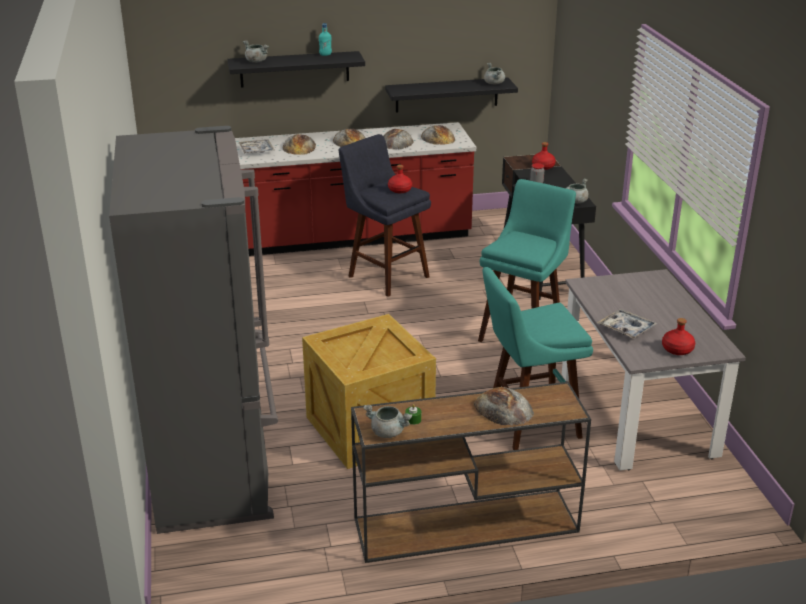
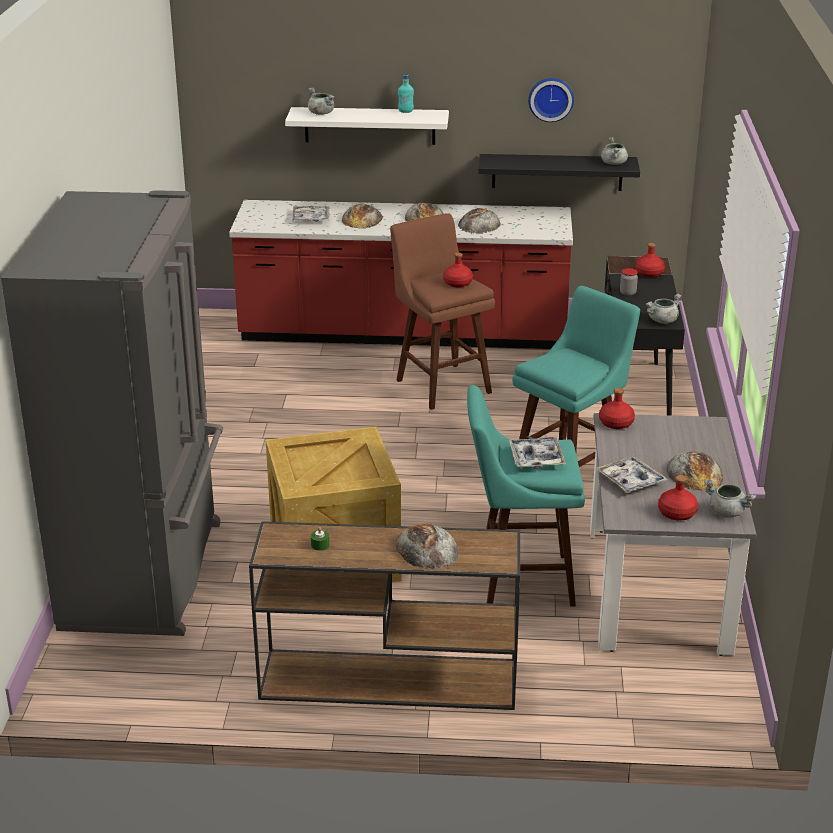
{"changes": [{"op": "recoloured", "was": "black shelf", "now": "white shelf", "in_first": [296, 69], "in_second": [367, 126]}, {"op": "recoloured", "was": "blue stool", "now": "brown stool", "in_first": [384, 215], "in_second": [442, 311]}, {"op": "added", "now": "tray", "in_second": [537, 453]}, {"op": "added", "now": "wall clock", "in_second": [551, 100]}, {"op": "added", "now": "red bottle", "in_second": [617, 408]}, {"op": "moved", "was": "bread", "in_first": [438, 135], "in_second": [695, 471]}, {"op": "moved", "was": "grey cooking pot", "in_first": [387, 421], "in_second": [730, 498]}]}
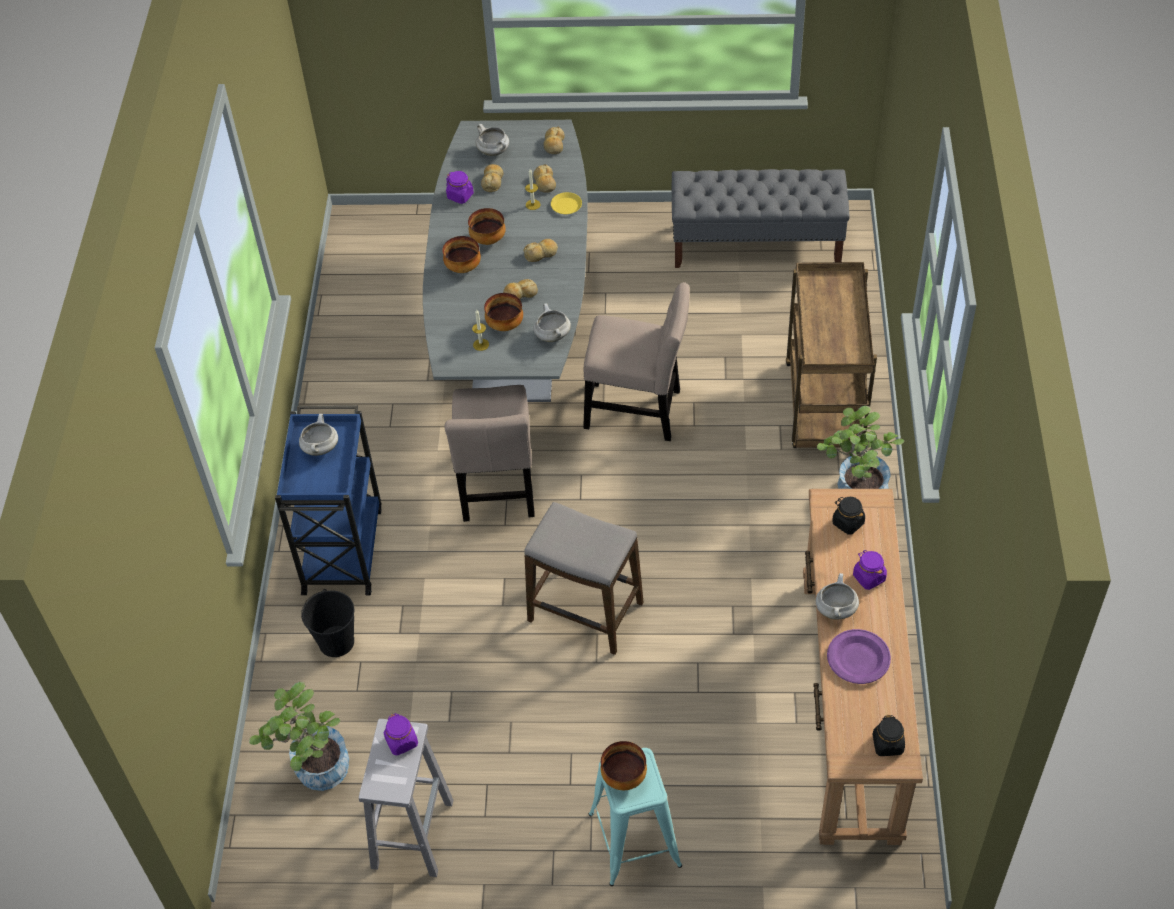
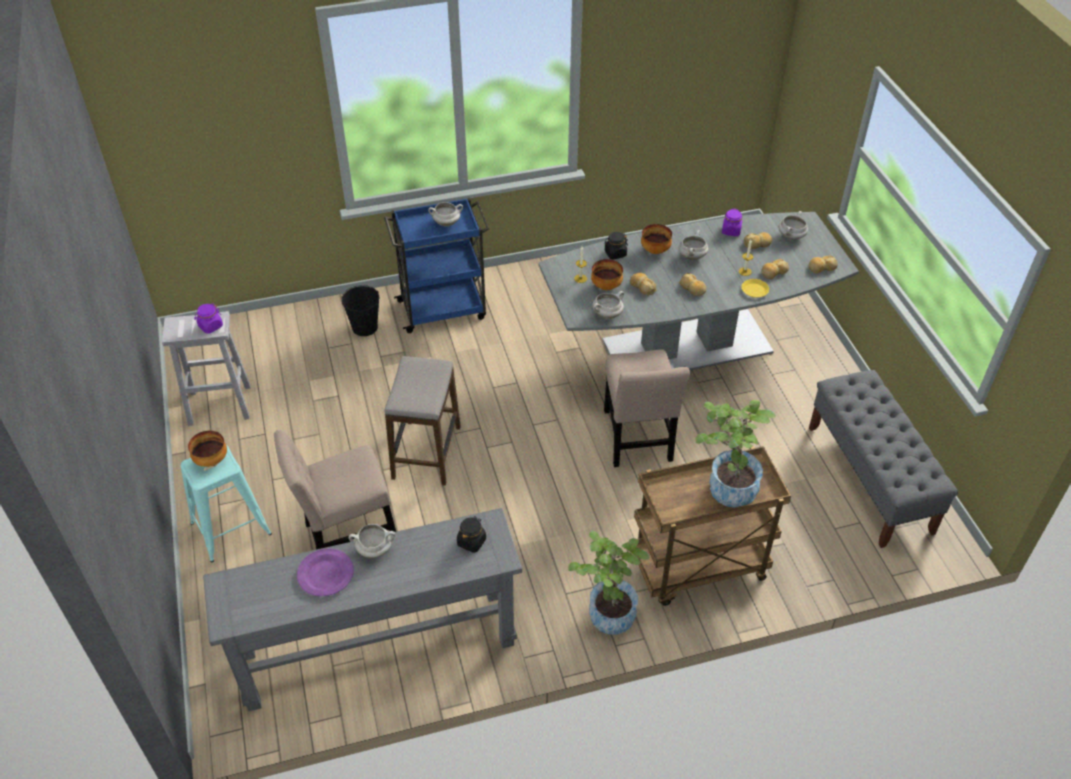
{"changes": [{"op": "recoloured", "was": "brown console table", "now": "grey console table", "in_first": [863, 667], "in_second": [362, 609]}, {"op": "moved", "was": "beige chair", "in_first": [490, 453], "in_second": [335, 490]}, {"op": "moved", "was": "black jar", "in_first": [888, 735], "in_second": [616, 246]}, {"op": "replaced", "was": "bowl", "now": "white cooking pot", "in_first": [487, 226], "in_second": [693, 245]}, {"op": "moved", "was": "potted plant", "in_first": [299, 736], "in_second": [736, 454]}, {"op": "removed", "was": "purple jar", "in_first": [870, 570]}]}
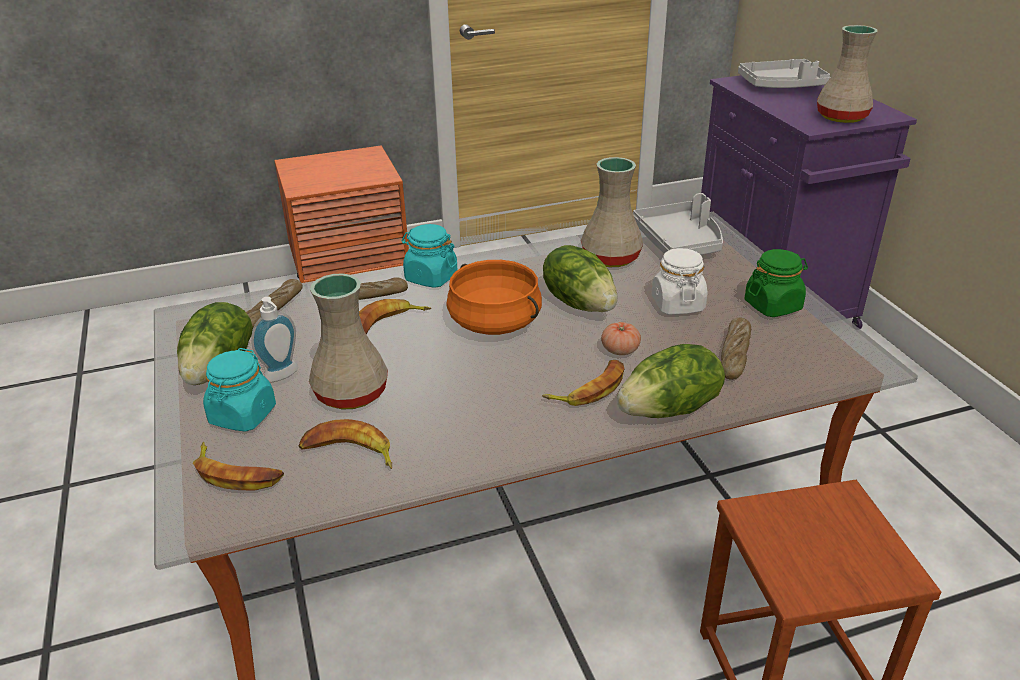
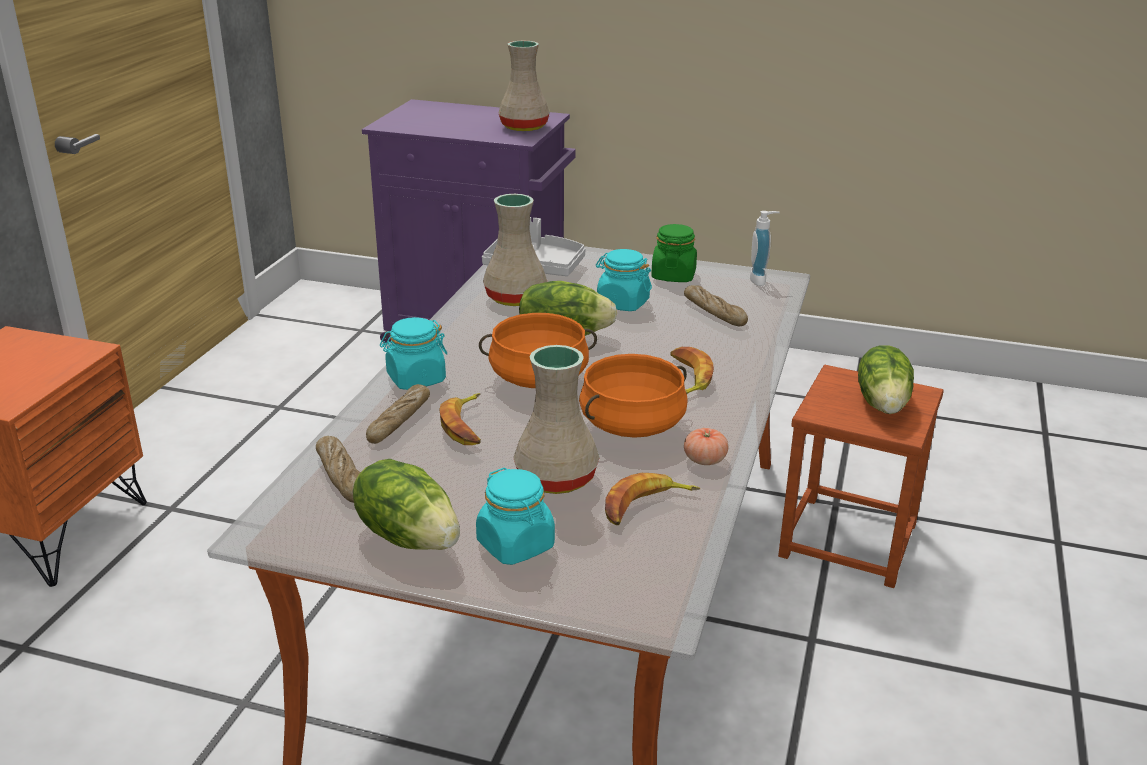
{"changes": [{"op": "added", "now": "orange cooking pot", "in_second": [633, 396]}, {"op": "recoloured", "was": "white jar", "now": "turquoise jar", "in_first": [679, 281], "in_second": [624, 280]}, {"op": "moved", "was": "tomato", "in_first": [621, 338], "in_second": [706, 446]}, {"op": "moved", "was": "soap dispenser", "in_first": [274, 339], "in_second": [765, 248]}, {"op": "moved", "was": "lettuce", "in_first": [671, 381], "in_second": [886, 379]}, {"op": "removed", "was": "banana", "in_first": [238, 466]}, {"op": "removed", "was": "grey tray", "in_first": [784, 73]}]}
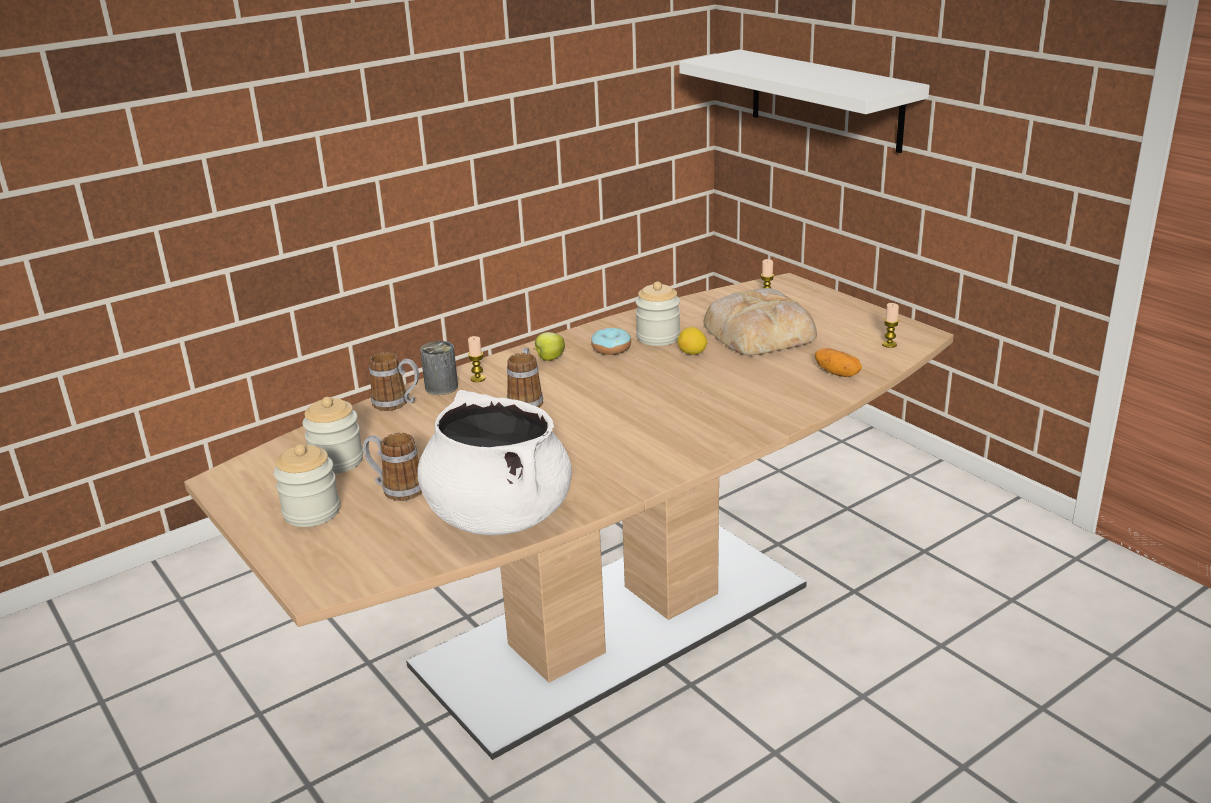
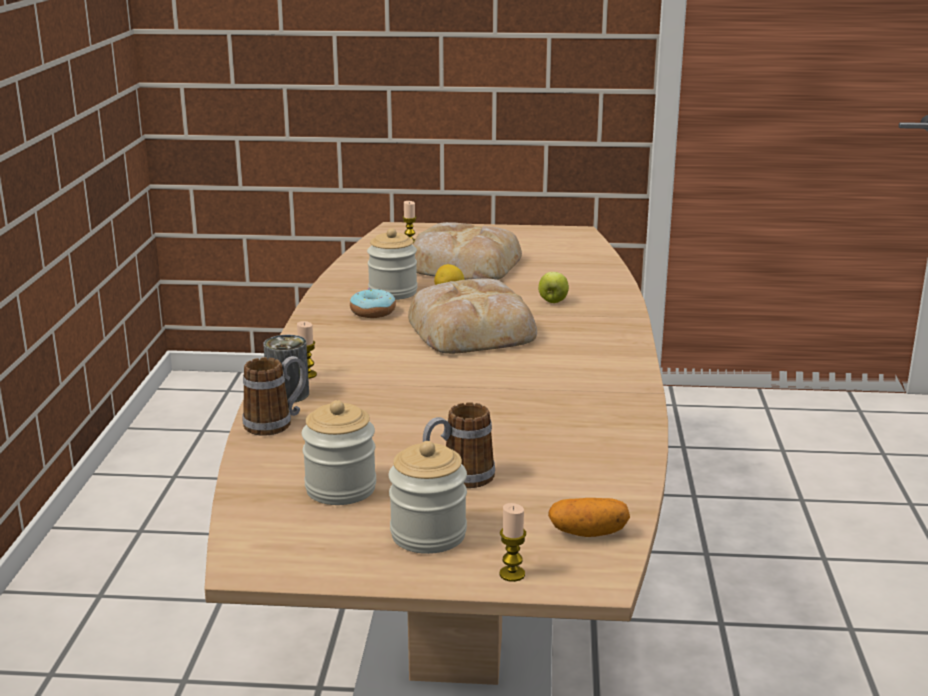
{"changes": [{"op": "added", "now": "bread", "in_second": [472, 316]}, {"op": "moved", "was": "candle", "in_first": [890, 325], "in_second": [513, 542]}, {"op": "moved", "was": "apple", "in_first": [549, 346], "in_second": [553, 287]}, {"op": "moved", "was": "potato", "in_first": [838, 362], "in_second": [589, 517]}, {"op": "removed", "was": "white cooking pot", "in_first": [494, 462]}, {"op": "removed", "was": "mug", "in_first": [525, 378]}, {"op": "removed", "was": "white shelf", "in_first": [804, 101]}]}
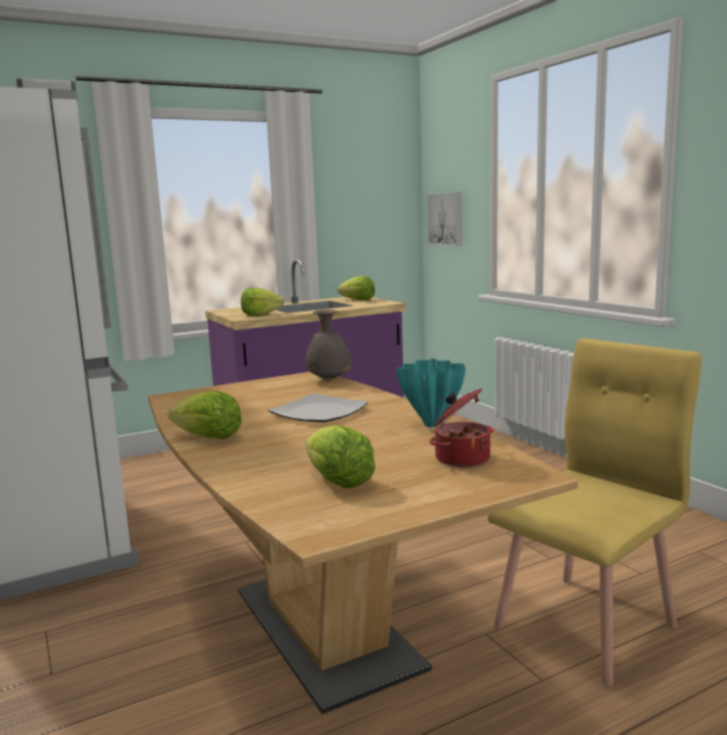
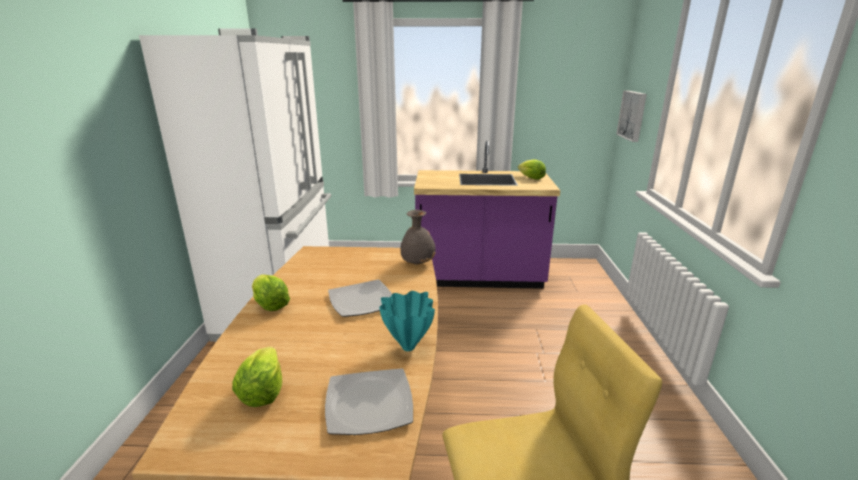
{"changes": [{"op": "replaced", "was": "cooking pot", "now": "plate", "in_first": [462, 427], "in_second": [369, 401]}, {"op": "removed", "was": "lettuce", "in_first": [262, 302]}]}
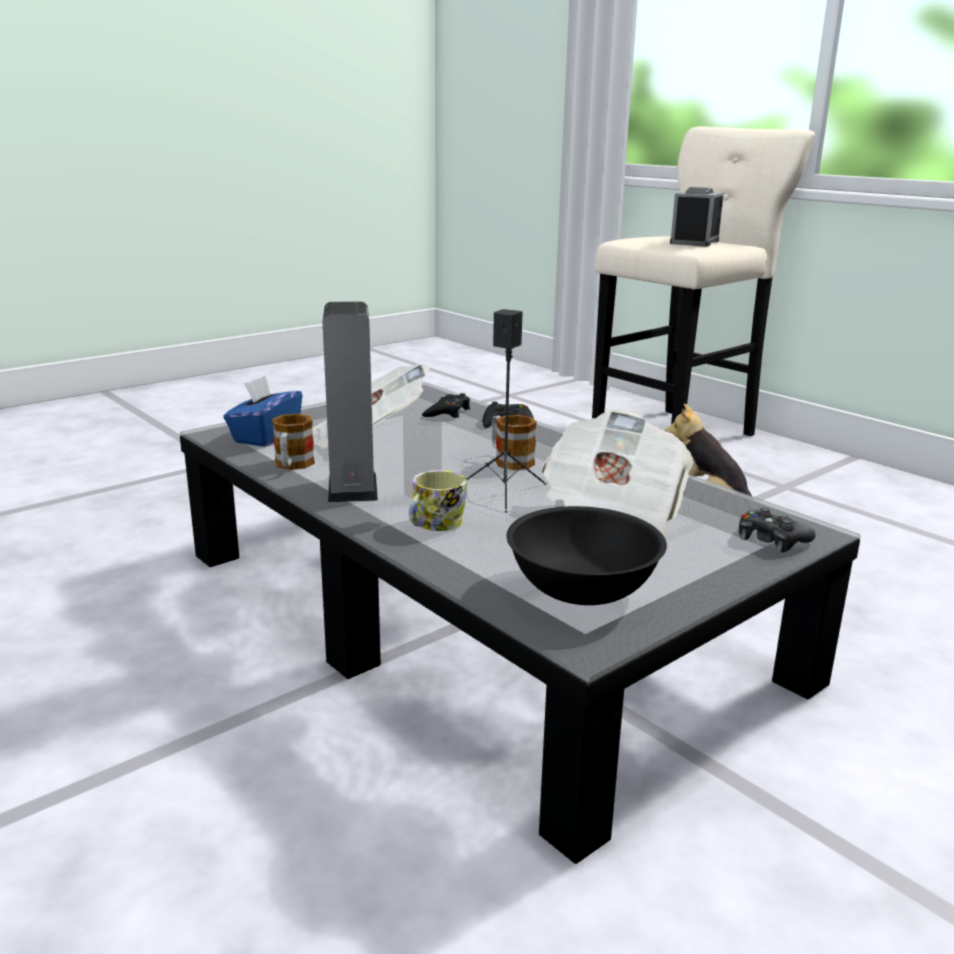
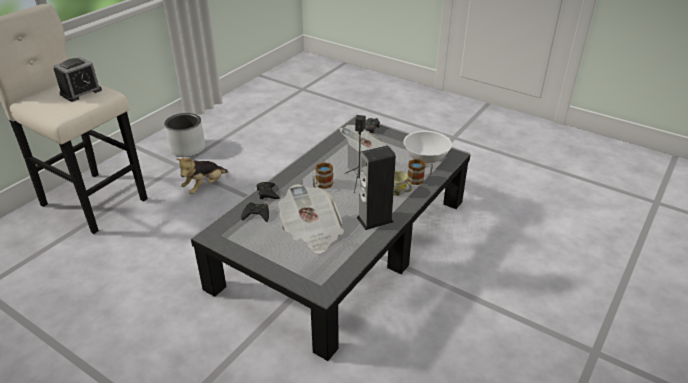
{"changes": [{"op": "turned", "was": "alarm clock", "in_first": [697, 217], "in_second": [77, 79], "clockwise": -60}, {"op": "added", "now": "grey planter", "in_second": [184, 135]}, {"op": "recoloured", "was": "black bowl", "now": "white bowl", "in_first": [586, 555], "in_second": [427, 147]}, {"op": "moved", "was": "mug", "in_first": [293, 442], "in_second": [420, 172]}, {"op": "removed", "was": "blue tissue box", "in_first": [262, 411]}]}
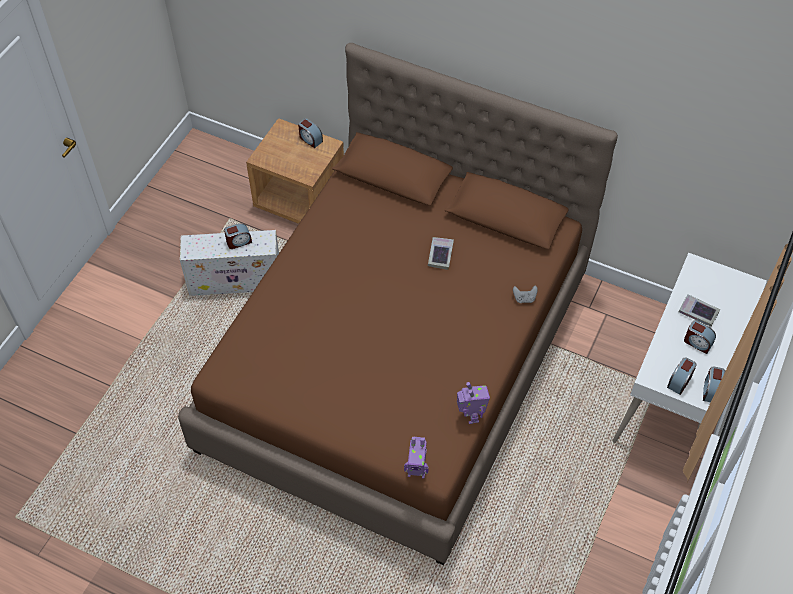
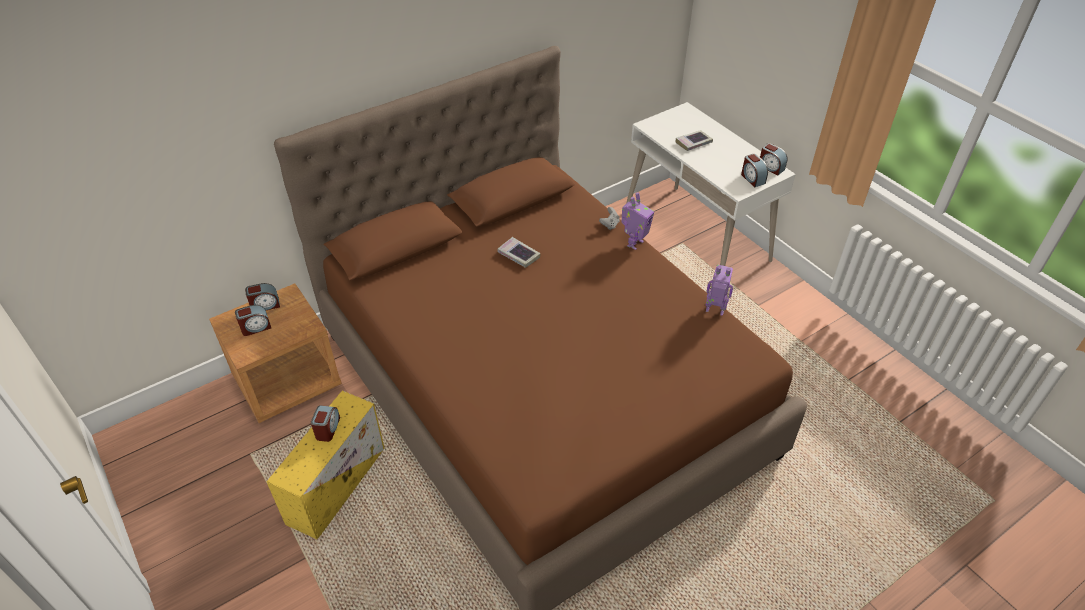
{"changes": [{"op": "moved", "was": "alarm clock", "in_first": [700, 337], "in_second": [253, 320]}, {"op": "recoloured", "was": "white storage box", "now": "yellow storage box", "in_first": [229, 263], "in_second": [325, 465]}, {"op": "moved", "was": "toy robot", "in_first": [416, 457], "in_second": [637, 221]}]}
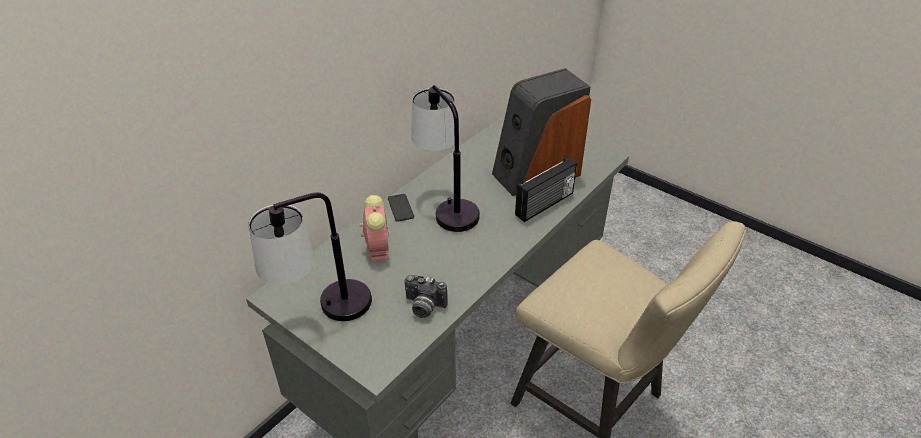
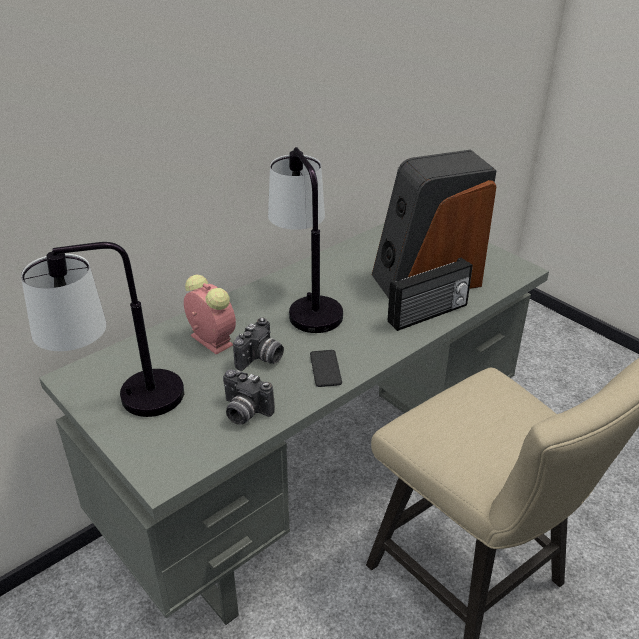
{"changes": [{"op": "turned", "was": "alarm clock", "in_first": [374, 228], "in_second": [210, 315], "clockwise": -45}, {"op": "added", "now": "photo camera", "in_second": [258, 344]}, {"op": "moved", "was": "phone", "in_first": [401, 208], "in_second": [326, 368]}]}
